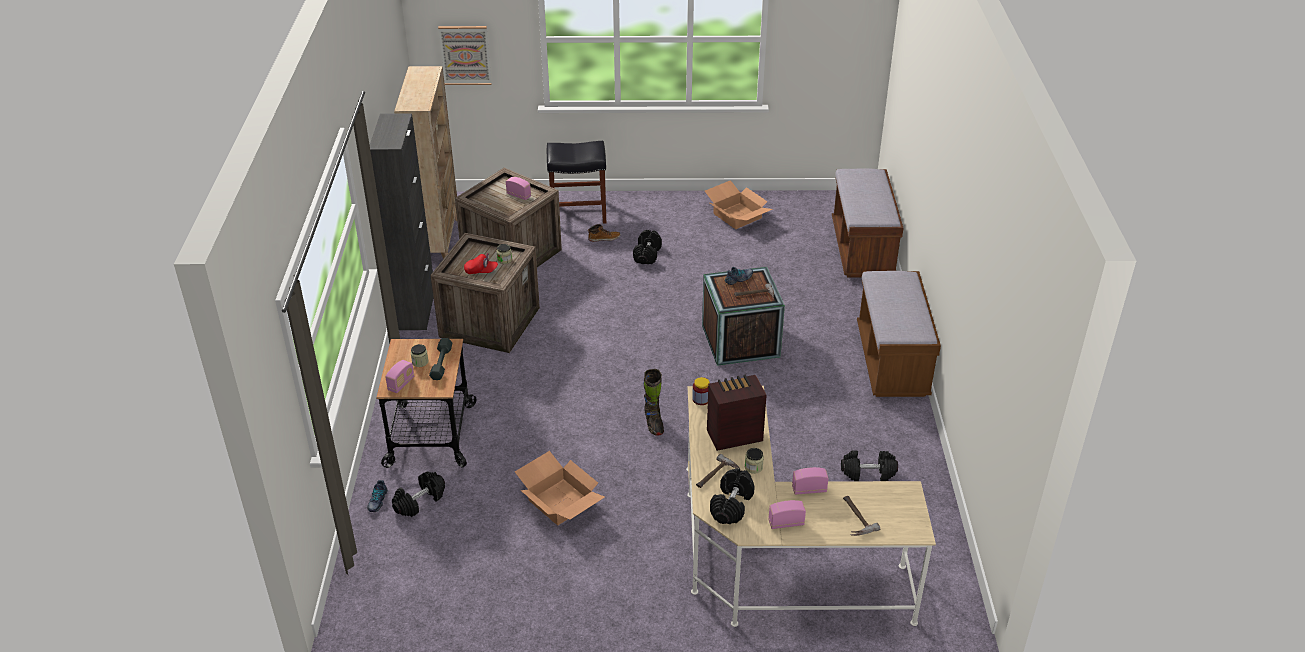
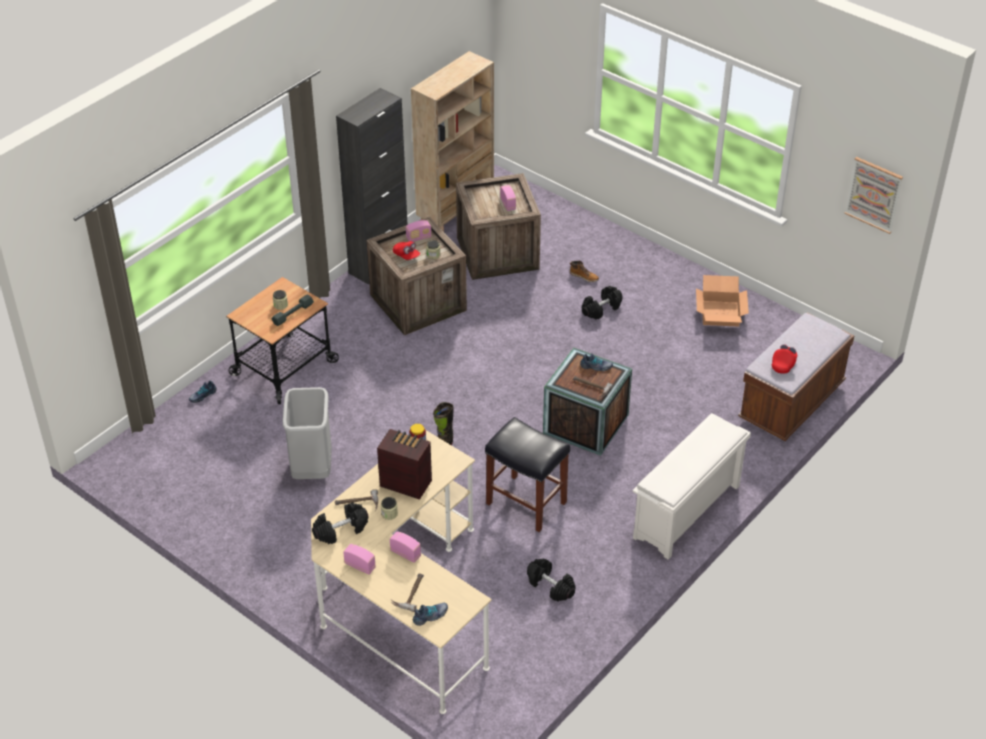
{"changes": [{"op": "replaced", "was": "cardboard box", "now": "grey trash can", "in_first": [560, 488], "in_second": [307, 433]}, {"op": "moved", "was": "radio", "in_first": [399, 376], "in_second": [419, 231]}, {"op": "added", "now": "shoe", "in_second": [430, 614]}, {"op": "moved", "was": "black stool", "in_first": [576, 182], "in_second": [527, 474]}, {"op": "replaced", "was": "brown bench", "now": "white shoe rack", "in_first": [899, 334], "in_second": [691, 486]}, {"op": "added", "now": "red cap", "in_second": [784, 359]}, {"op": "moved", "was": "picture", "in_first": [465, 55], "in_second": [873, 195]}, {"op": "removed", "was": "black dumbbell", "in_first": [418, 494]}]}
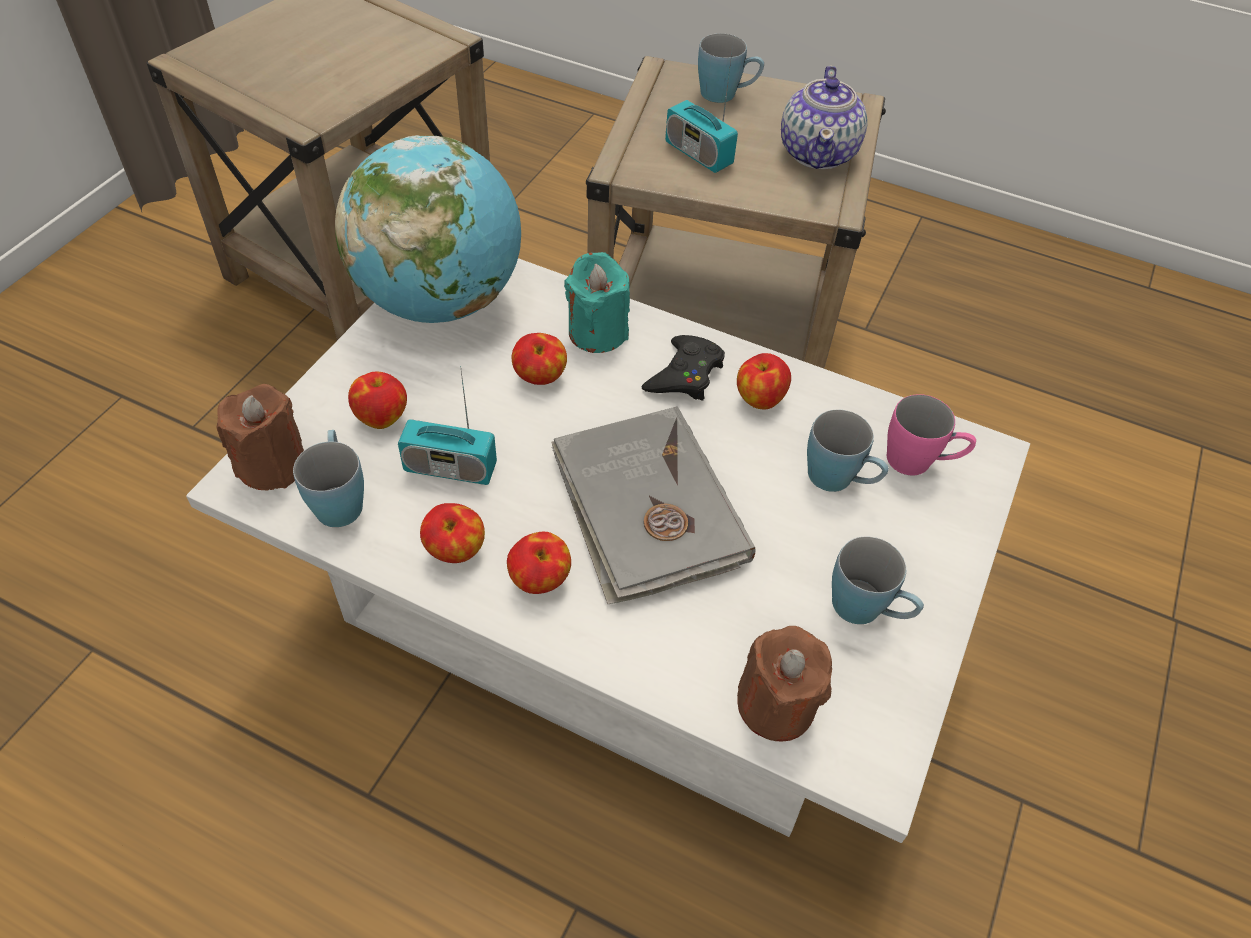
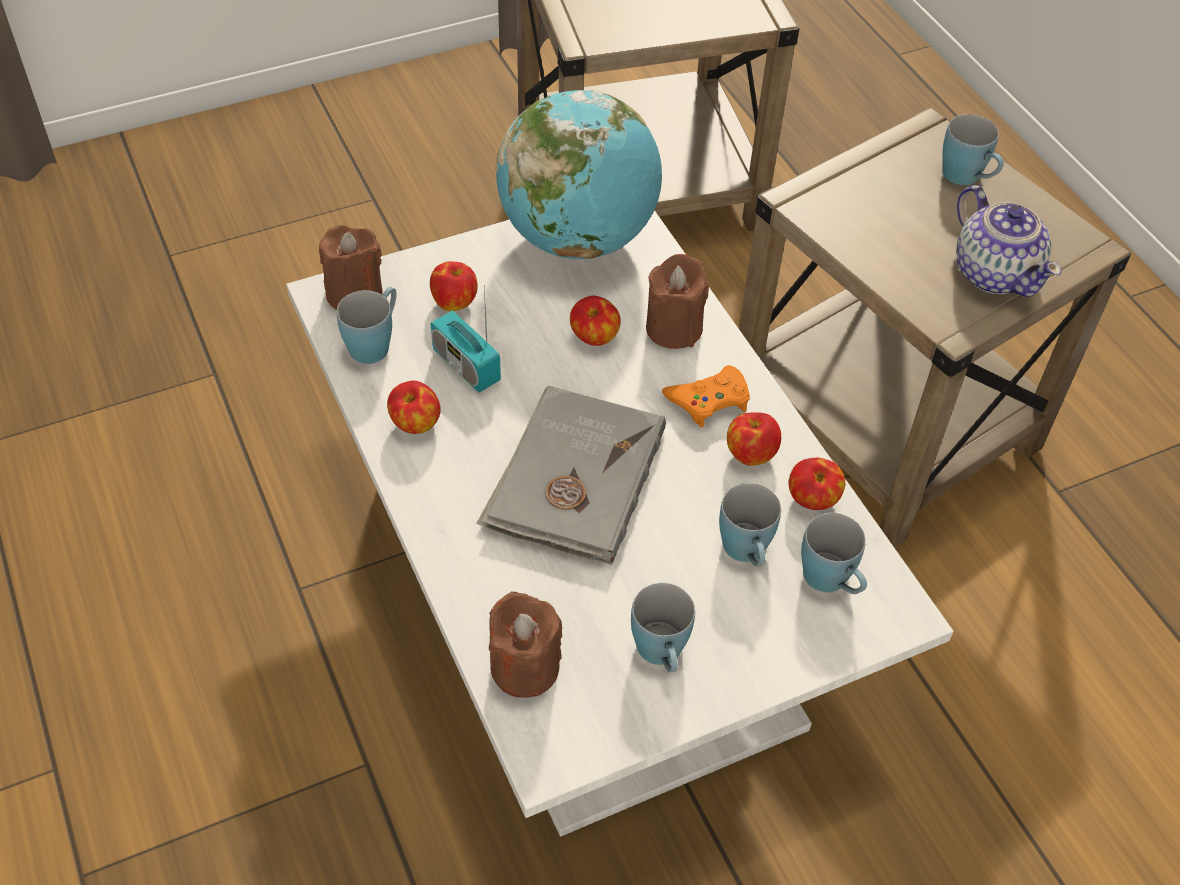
{"changes": [{"op": "recoloured", "was": "turquoise candle", "now": "brown candle", "in_first": [597, 302], "in_second": [677, 301]}, {"op": "recoloured", "was": "black game controller", "now": "orange game controller", "in_first": [683, 368], "in_second": [706, 396]}, {"op": "moved", "was": "apple", "in_first": [539, 563], "in_second": [817, 484]}, {"op": "recoloured", "was": "pink mug", "now": "blue mug", "in_first": [931, 434], "in_second": [834, 553]}, {"op": "turned", "was": "teapot", "in_first": [824, 117], "in_second": [1009, 241], "clockwise": -75}, {"op": "removed", "was": "radio", "in_first": [701, 113]}]}
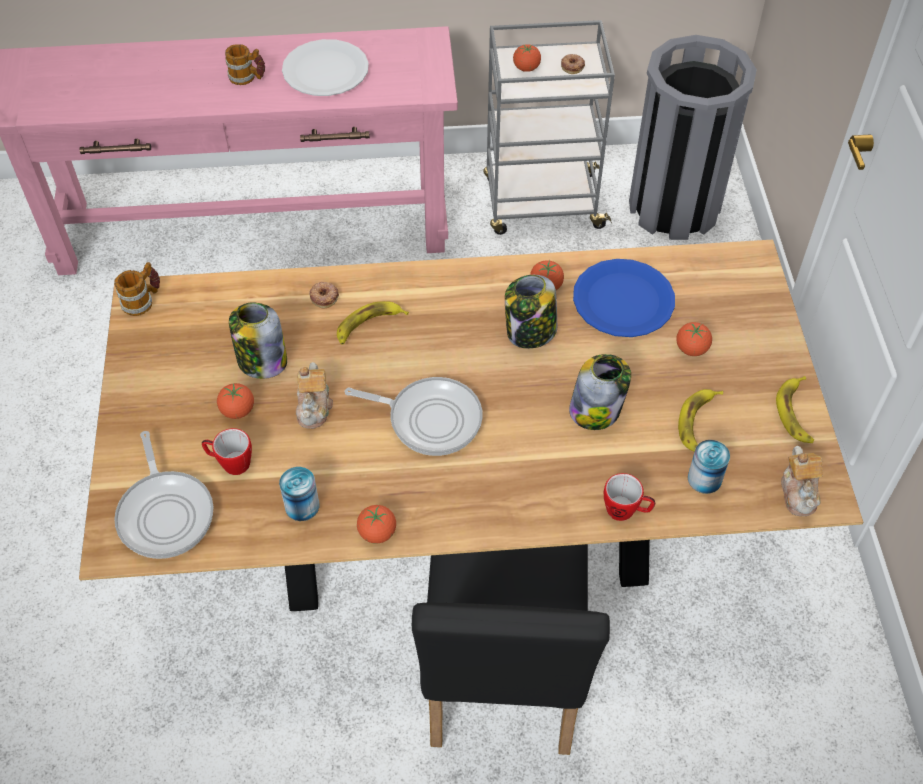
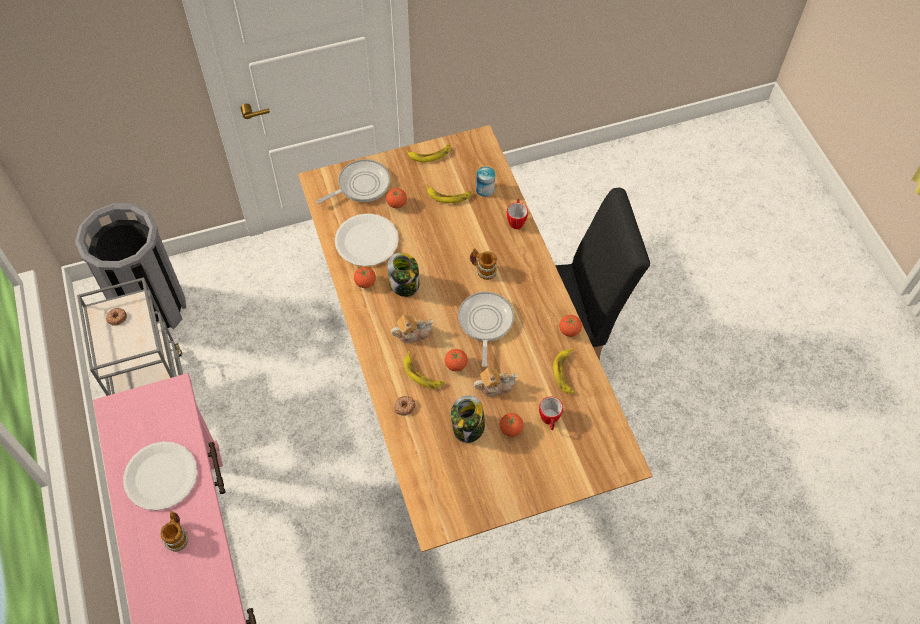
{"changes": [{"op": "moved", "was": "frying pan", "in_first": [163, 495], "in_second": [353, 181]}, {"op": "recoloured", "was": "blue plate", "now": "white plate", "in_first": [624, 298], "in_second": [367, 239]}, {"op": "moved", "was": "teapot", "in_first": [802, 481], "in_second": [412, 329]}, {"op": "moved", "was": "tomato", "in_first": [527, 58], "in_second": [456, 360]}, {"op": "moved", "was": "mug", "in_first": [137, 289], "in_second": [483, 264]}, {"op": "replaced", "was": "can", "now": "banana", "in_first": [299, 494], "in_second": [563, 371]}, {"op": "removed", "was": "jar", "in_first": [600, 392]}]}
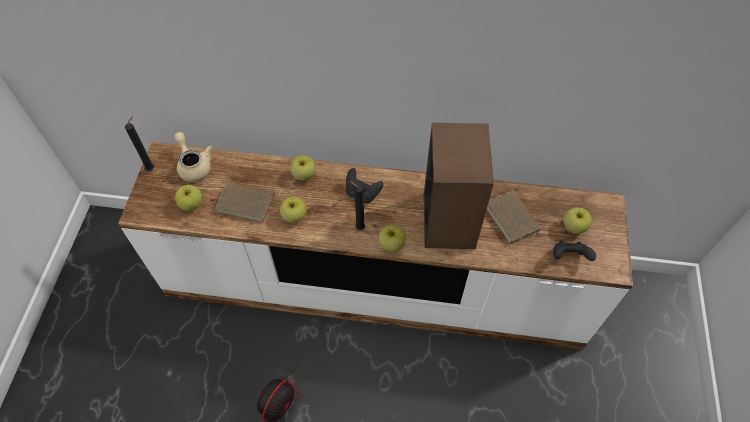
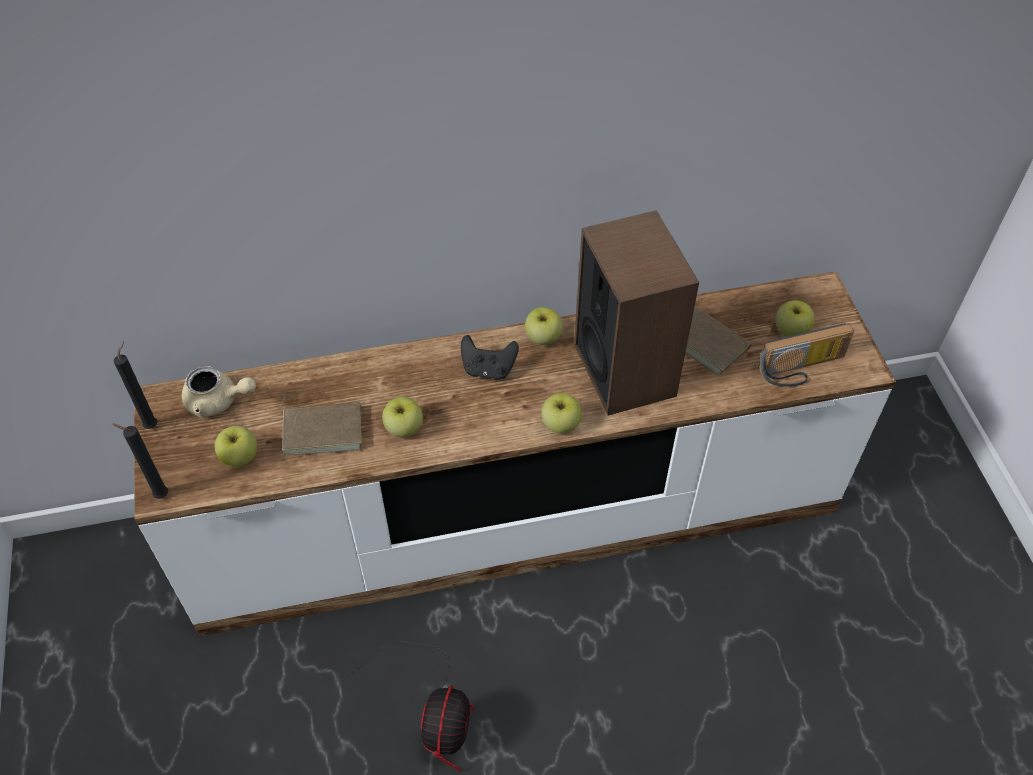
{"changes": [{"op": "moved", "was": "black candle", "in_first": [357, 205], "in_second": [139, 461]}, {"op": "turned", "was": "beige teapot", "in_first": [193, 157], "in_second": [219, 392], "clockwise": 150}, {"op": "moved", "was": "apple", "in_first": [303, 168], "in_second": [544, 326]}, {"op": "replaced", "was": "black game controller", "now": "radio", "in_first": [574, 250], "in_second": [806, 355]}]}
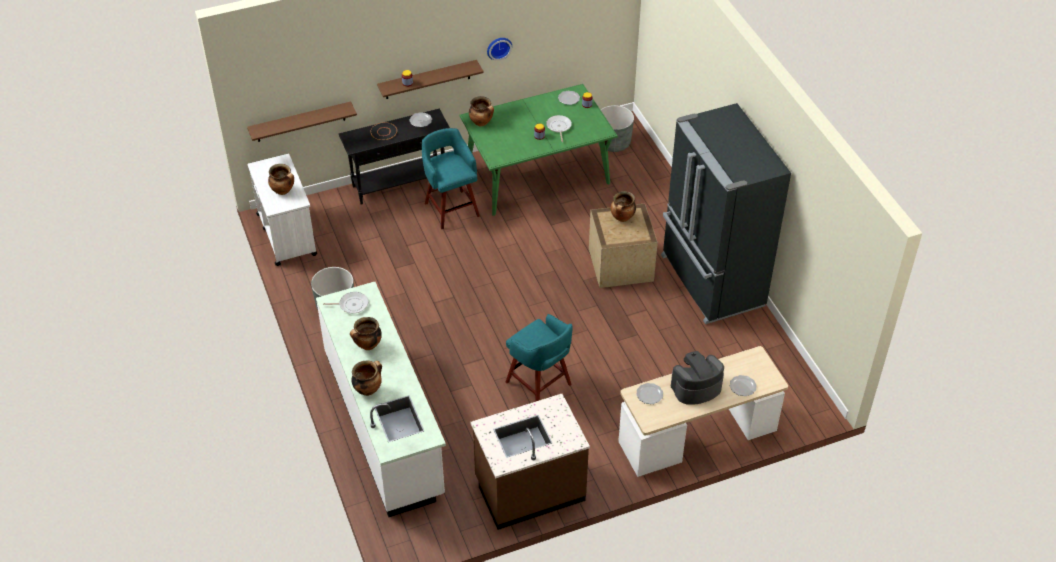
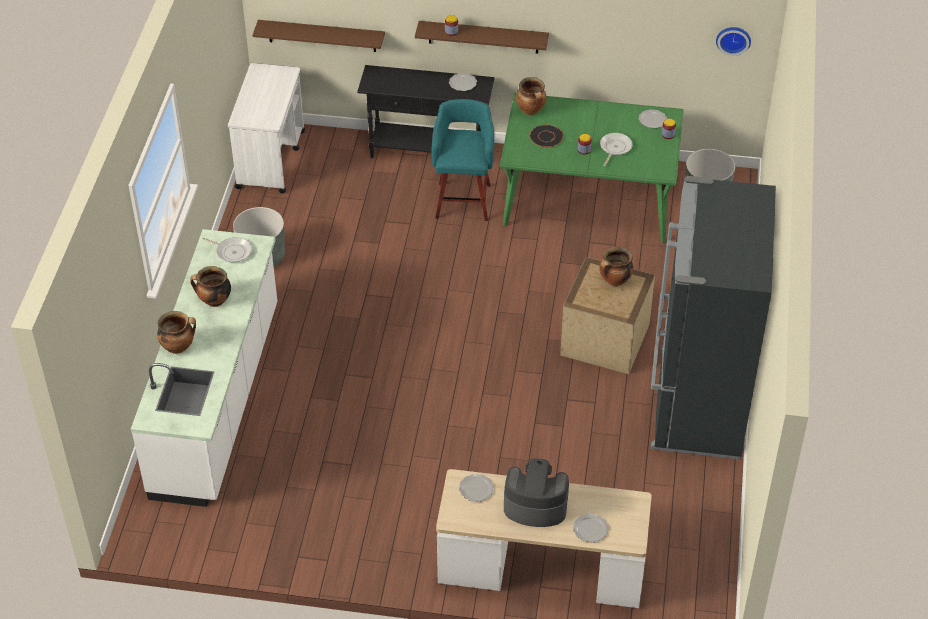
{"changes": [{"op": "moved", "was": "black plate", "in_first": [383, 131], "in_second": [546, 136]}, {"op": "moved", "was": "wall clock", "in_first": [499, 49], "in_second": [733, 41]}, {"op": "removed", "was": "cooking pot", "in_first": [281, 179]}, {"op": "removed", "was": "brown counter", "in_first": [530, 462]}, {"op": "removed", "was": "turquoise stool", "in_first": [539, 357]}]}
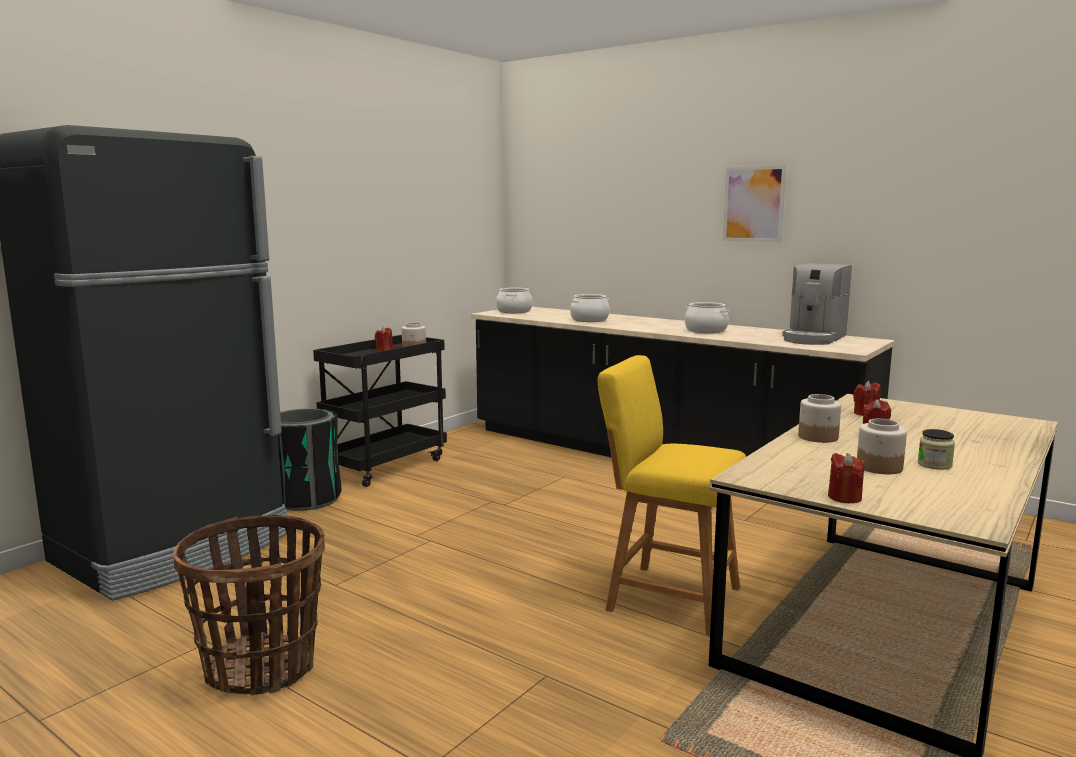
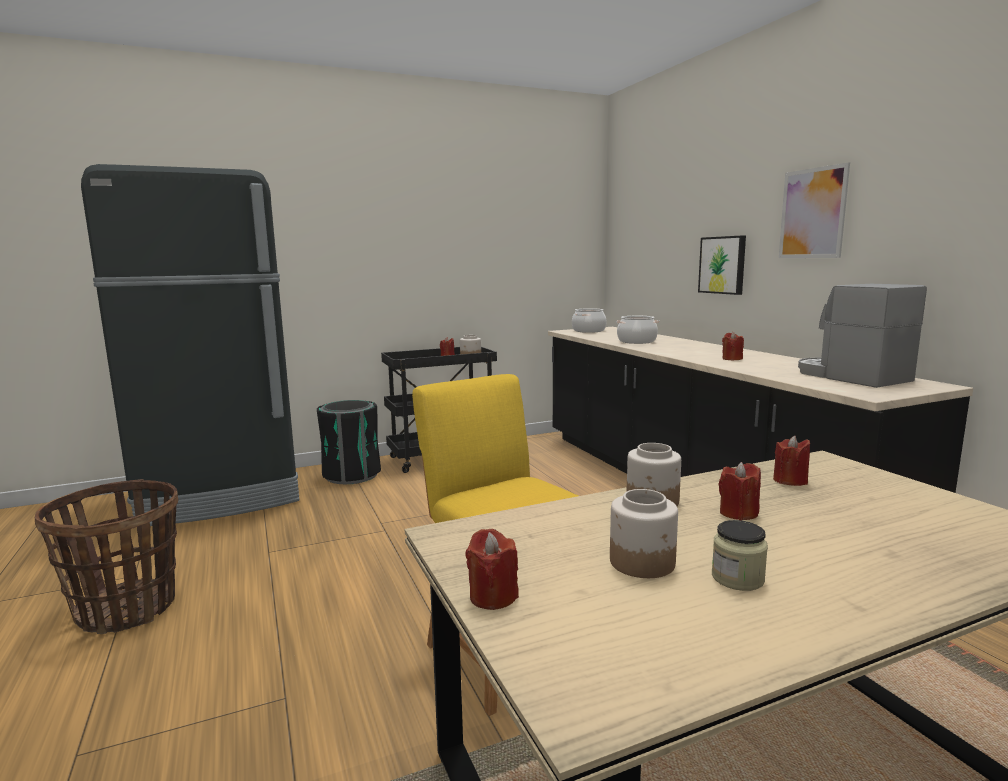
{"changes": [{"op": "added", "now": "picture", "in_second": [722, 265]}, {"op": "replaced", "was": "cooking pot", "now": "red candle", "in_first": [707, 317], "in_second": [733, 346]}, {"op": "turned", "was": "coffee machine", "in_first": [817, 304], "in_second": [862, 336], "clockwise": 90}]}
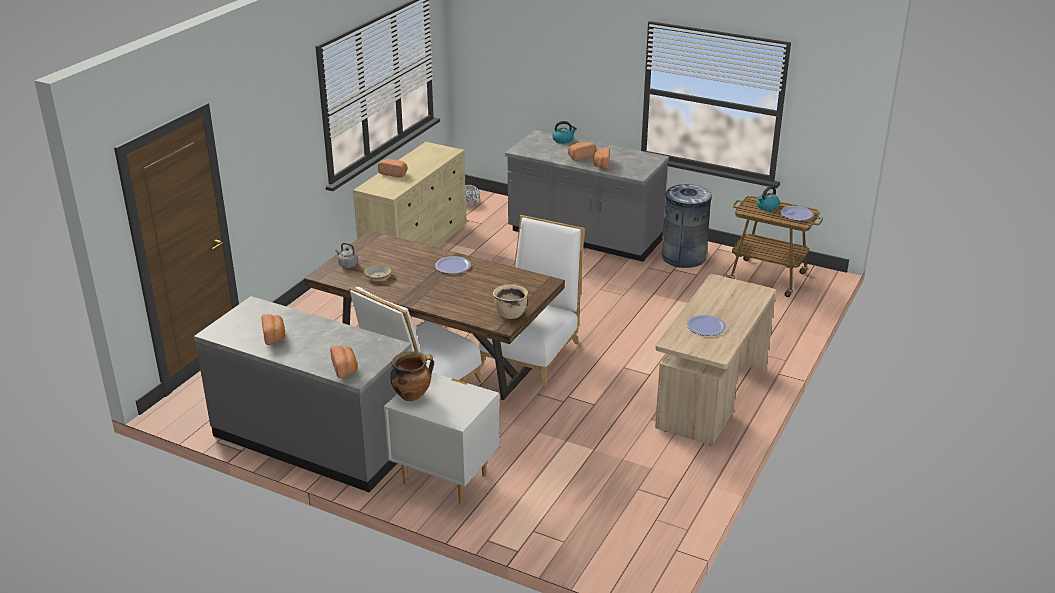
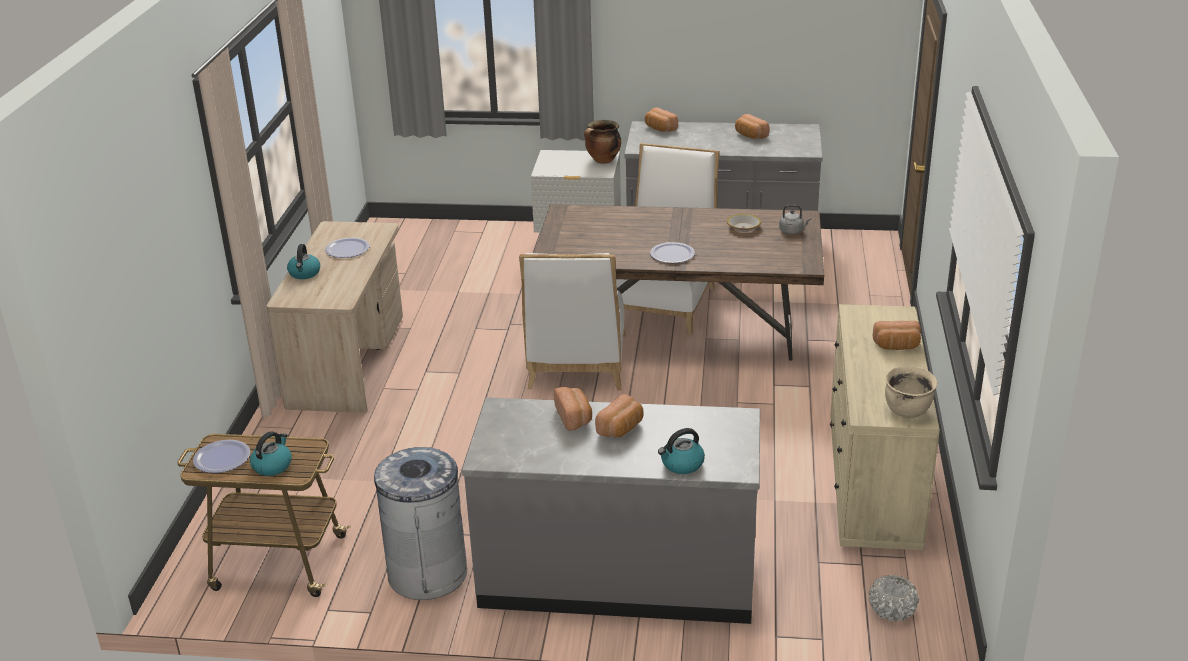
{"changes": [{"op": "added", "now": "kettle", "in_second": [303, 261]}, {"op": "moved", "was": "beige cooking pot", "in_first": [510, 301], "in_second": [911, 392]}]}
